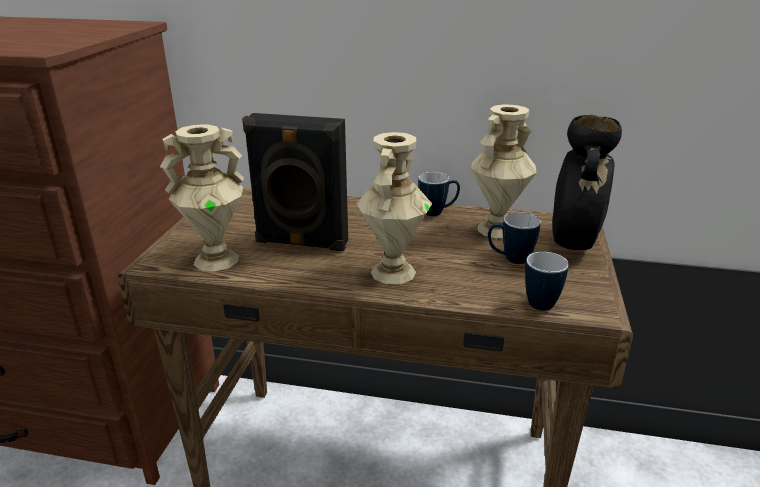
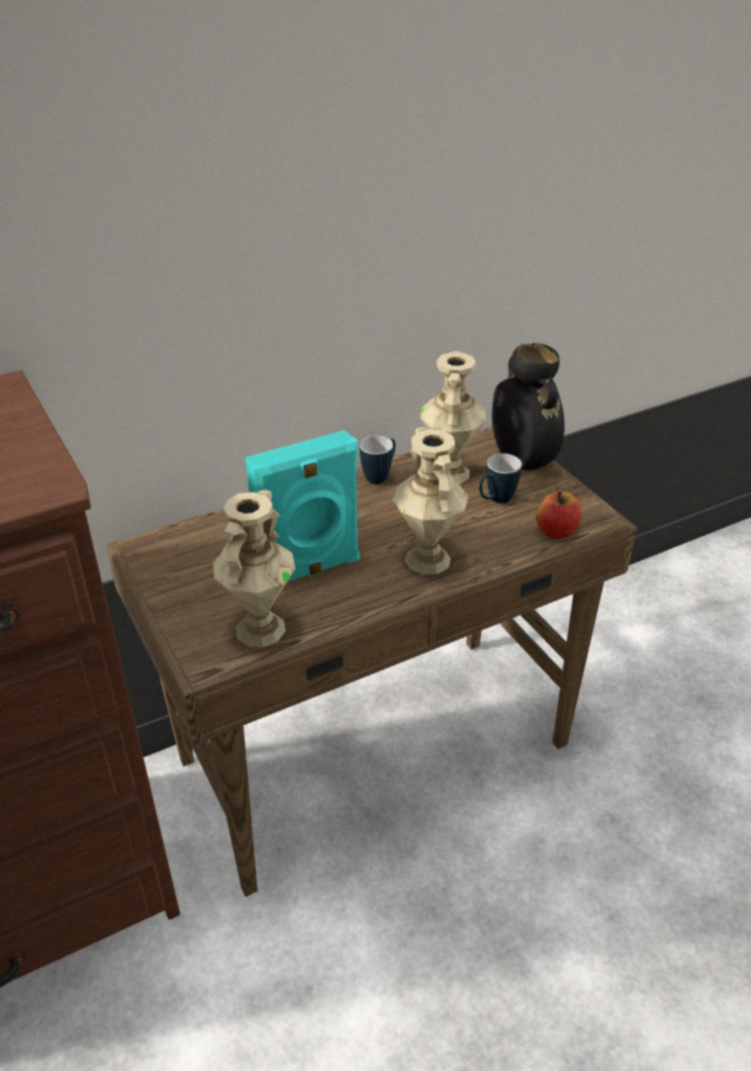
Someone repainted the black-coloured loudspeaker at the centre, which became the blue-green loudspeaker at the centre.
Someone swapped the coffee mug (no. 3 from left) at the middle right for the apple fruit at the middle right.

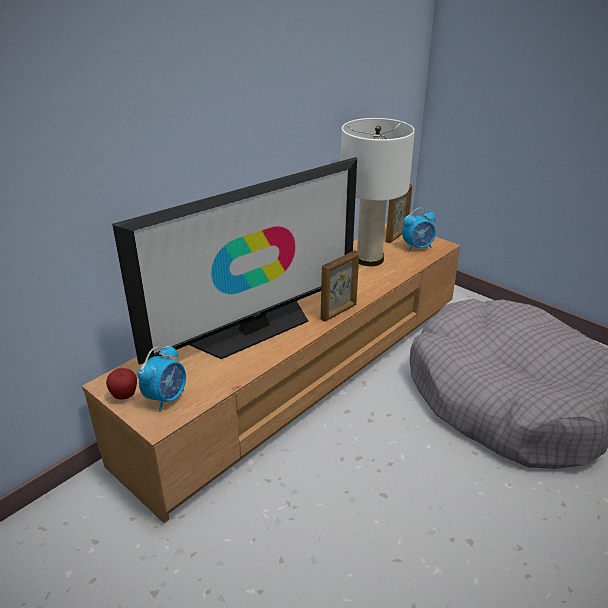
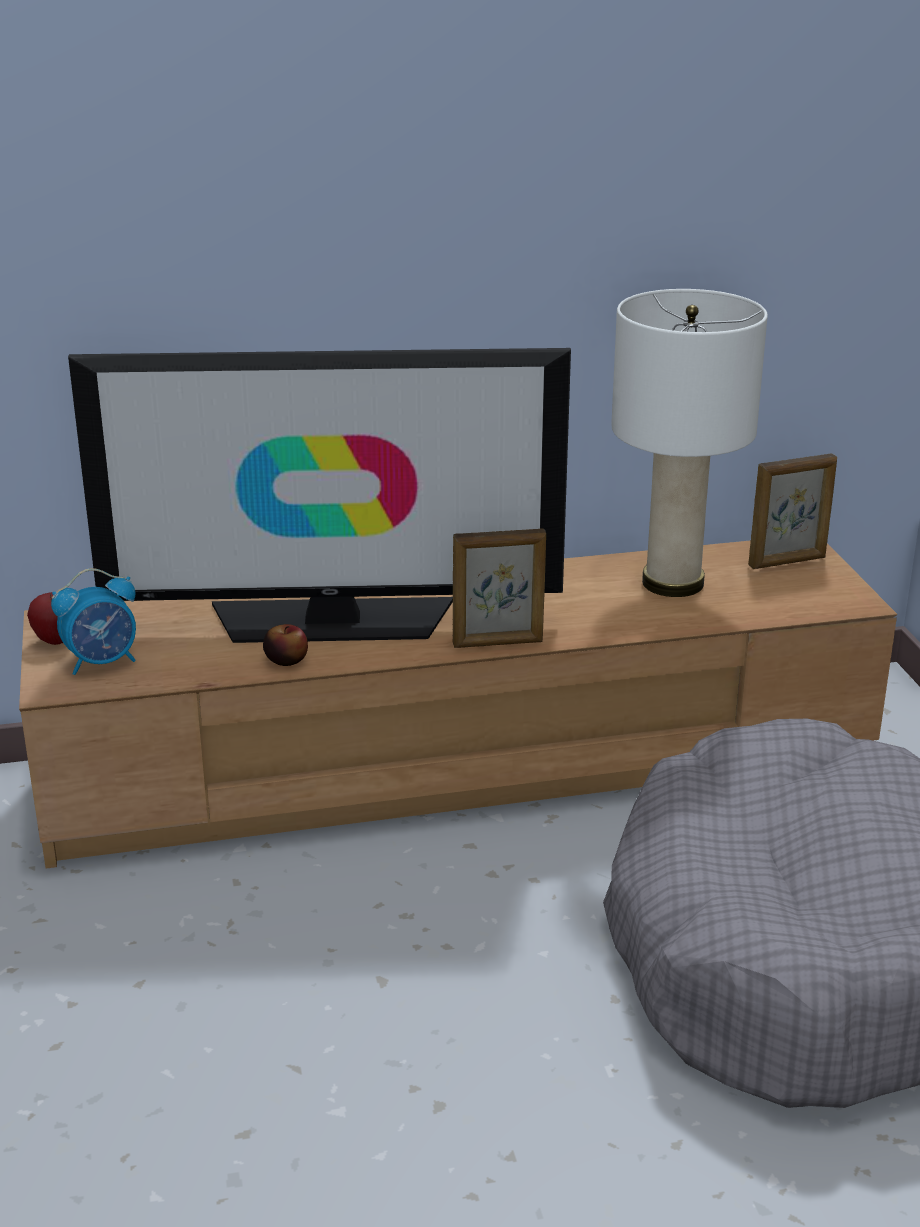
Someone took away the alarm clock (no. 2 from left) at the middle right.
Someone put down the apple fruit (no. 2 from left) at the middle left.

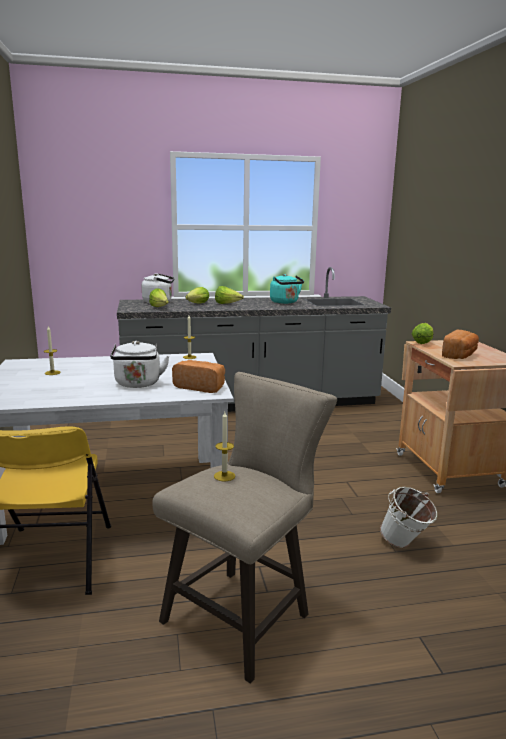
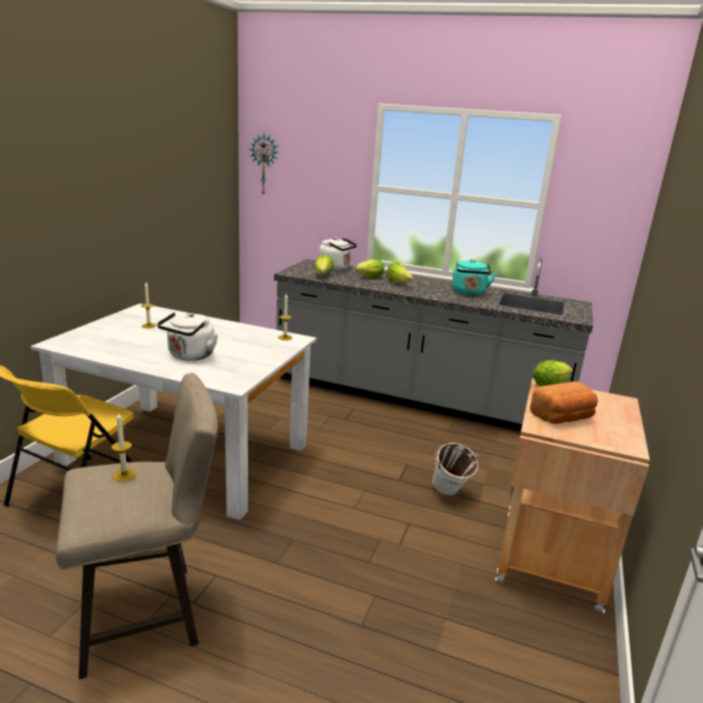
Someone took away the baked bread (no. 1 from left) at the centre.
Someone carried the white bucket from the bottom right to the bottom centre.
Someone put up the hanging clock at the top centre.

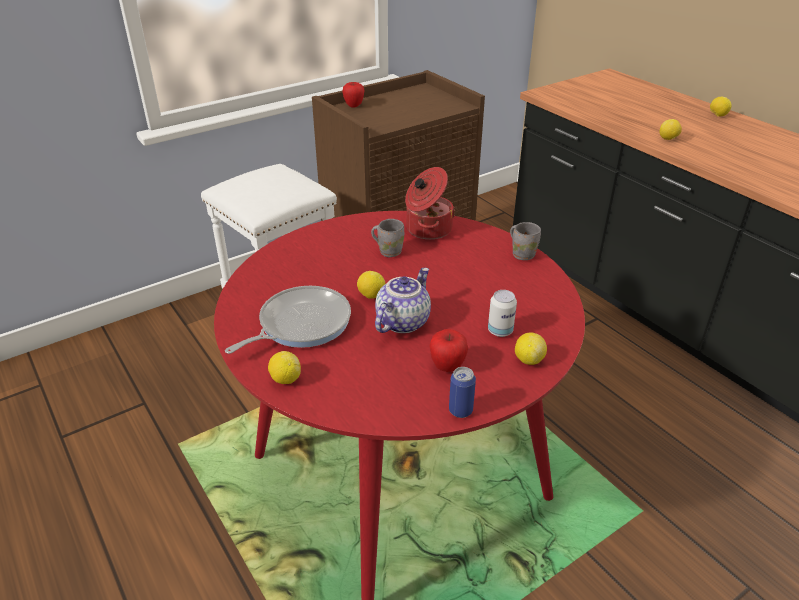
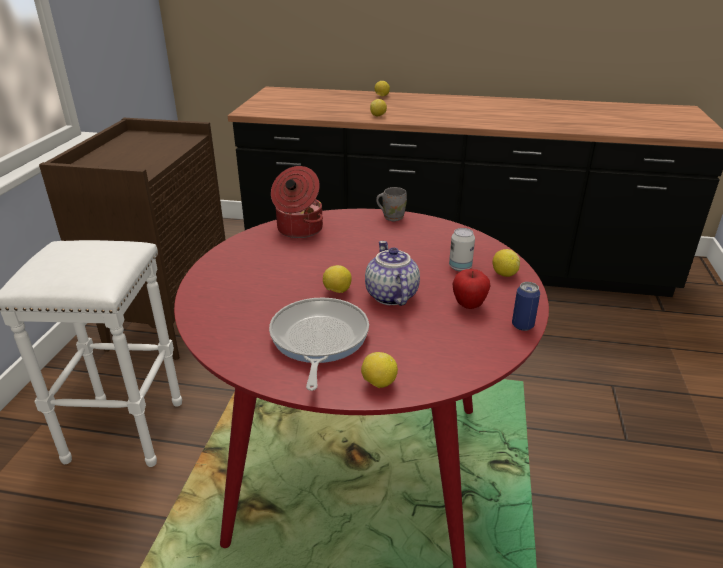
Someone took away the apple fruit (no. 1 from left) at the top centre.
Someone took away the gray coffee mug (no. 1 from left) at the centre.

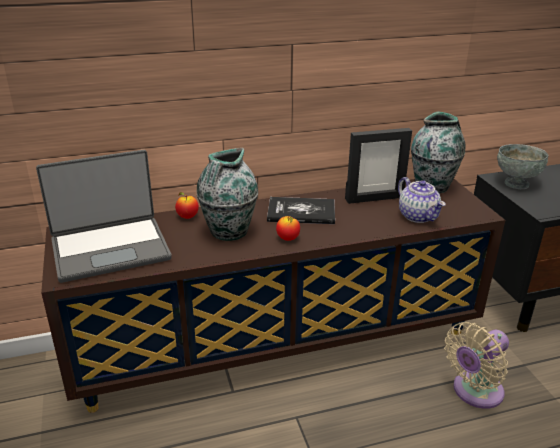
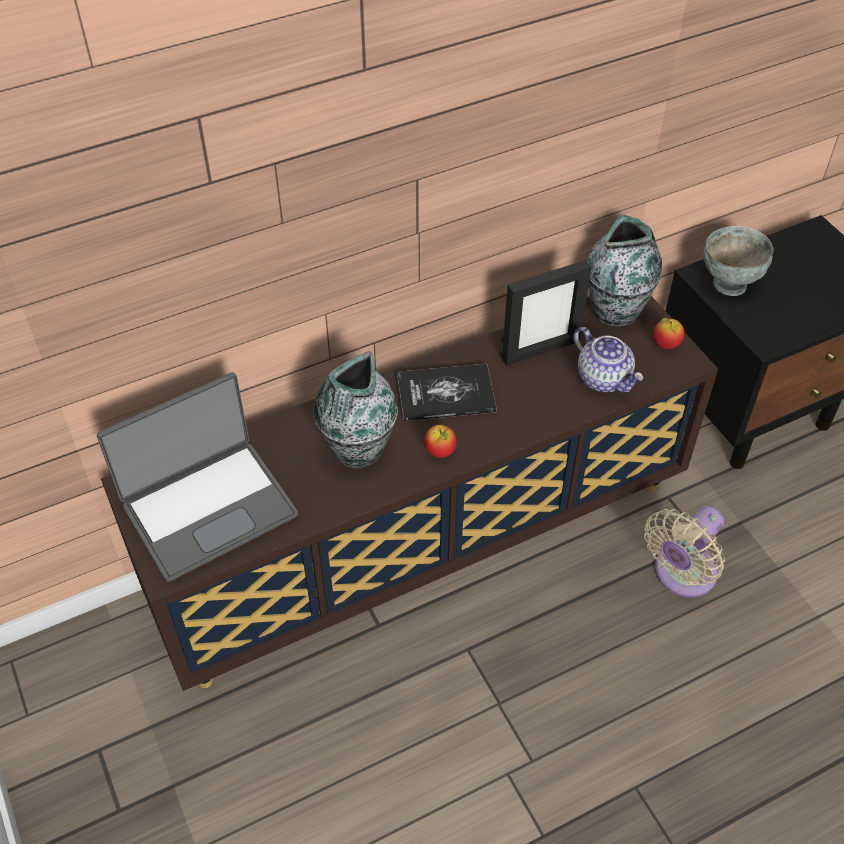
Someone carried the apple fruit (no. 1 from left in the first image) from the centre to the middle right.

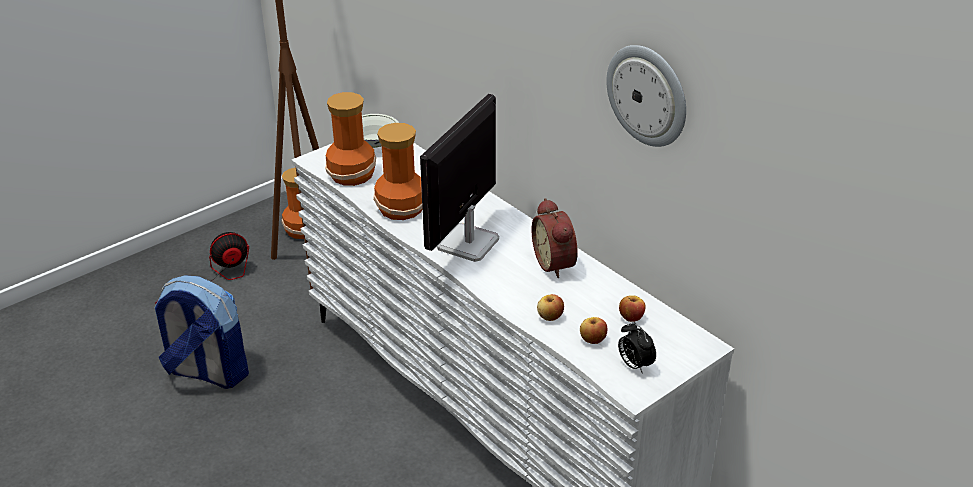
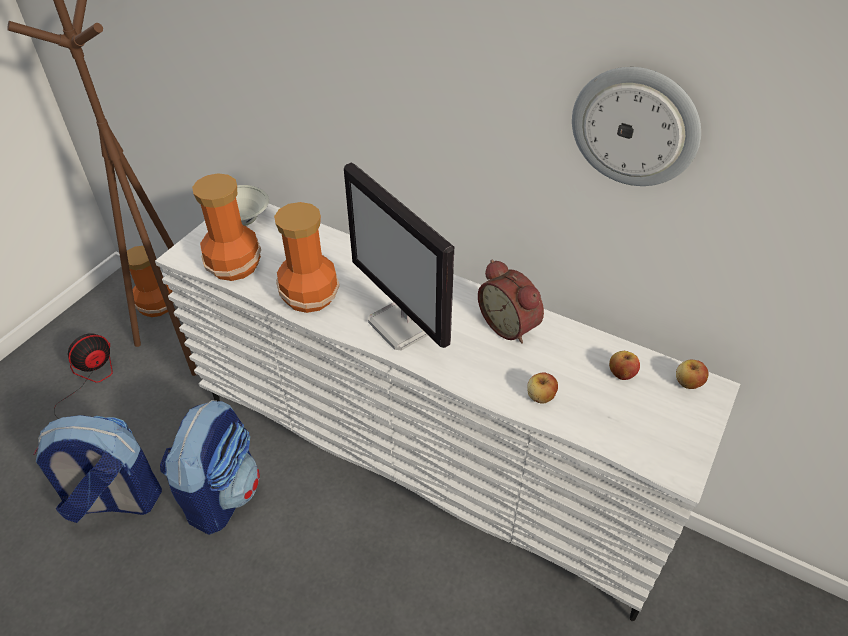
Someone rotated the computer display at the centre by 45 degrees counterclockwise.
Someone carried the apple fruit (no. 2 from left in the first image) from the bottom centre to the middle right.
Someone took away the alarm clock (no. 2 from left) at the bottom centre.
Someone put down the rucksack (no. 2 from left) at the bottom left.

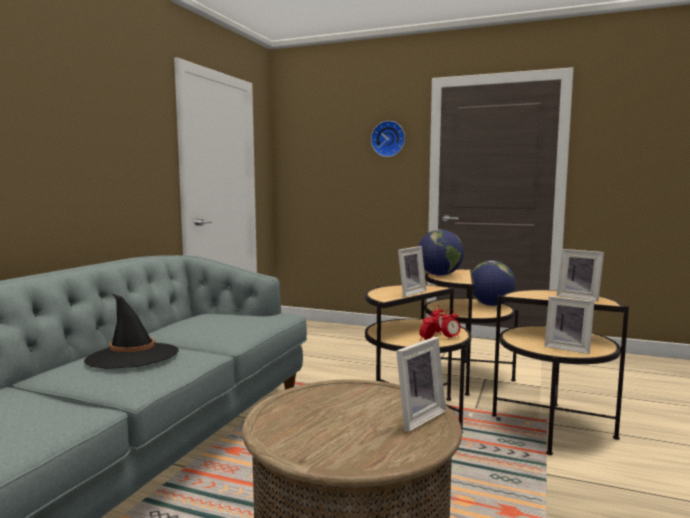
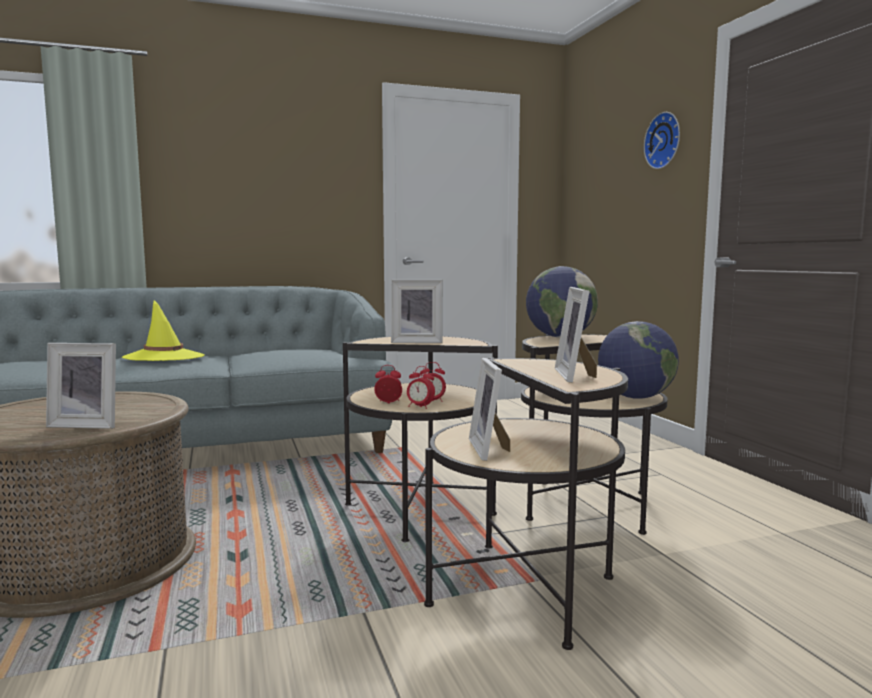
Someone repainted the black-coloured hat at the middle left, which became the yellowish hat at the middle left.

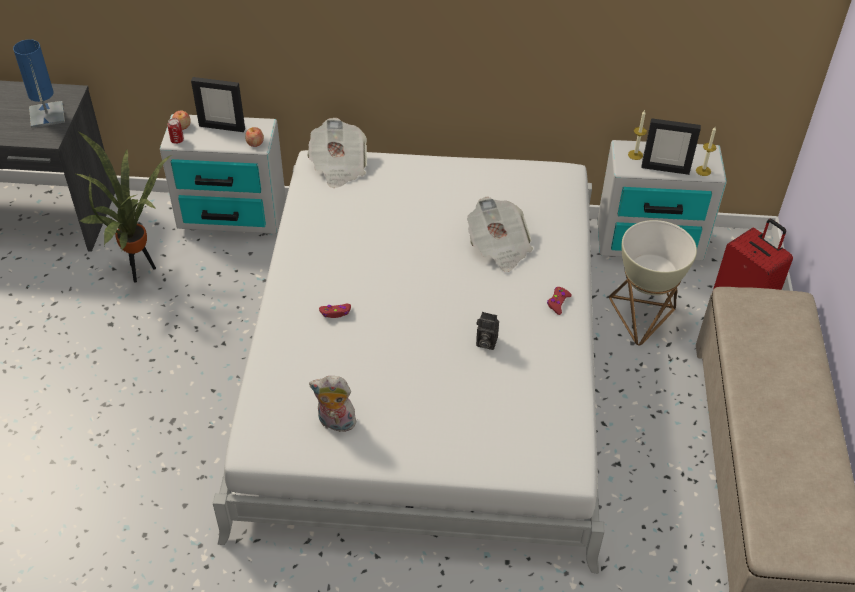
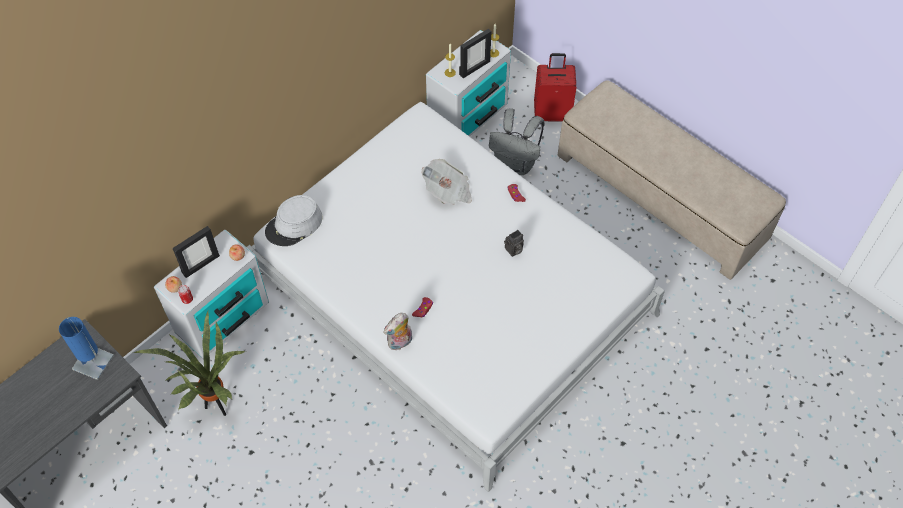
Someone swapped the daily paper (no. 1 from left) at the top centre for the gray hat at the middle left.
Someone carried the cuddly toy from the bottom centre to the centre.
Someone swapped the planter at the middle right for the gray rucksack at the top centre.

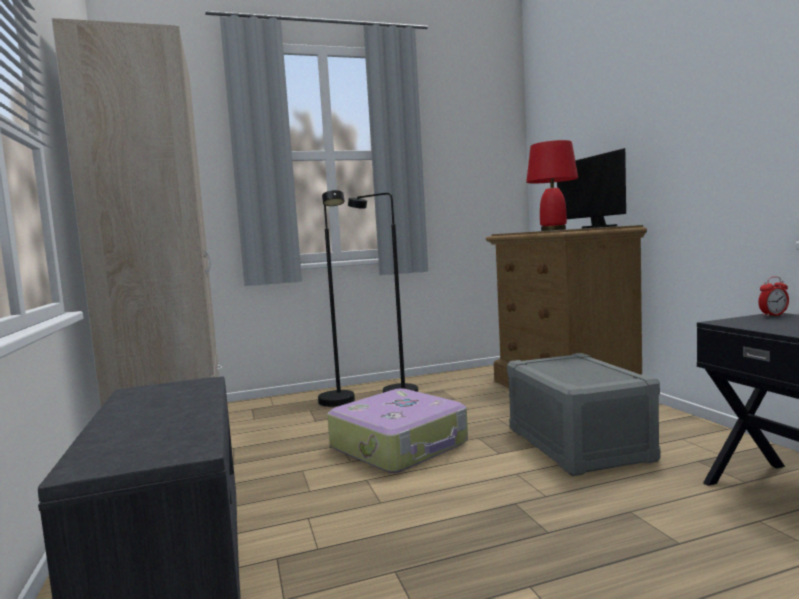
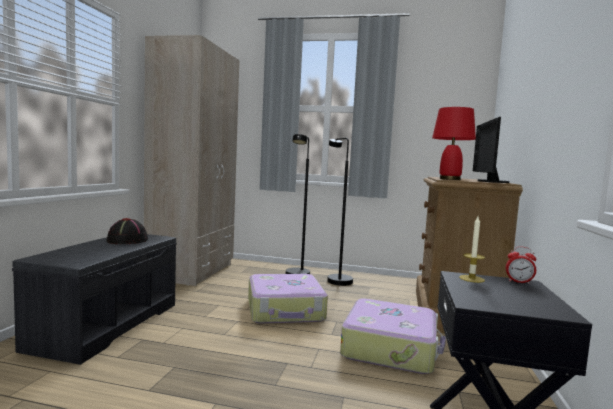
Someone swapped the gray storage bin at the bottom right for the travel case (no. 2 from left) at the bottom centre.
Someone put down the black-coloured hat at the middle left.
Someone put down the wax candle at the middle right.

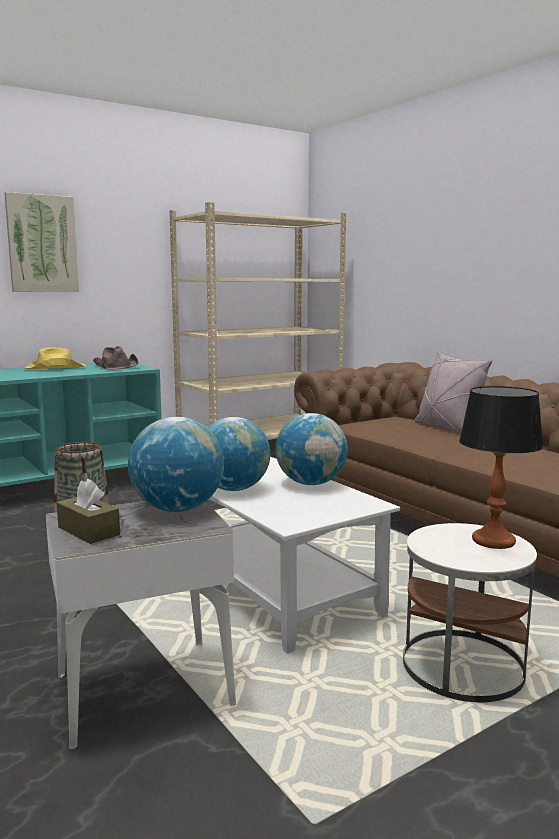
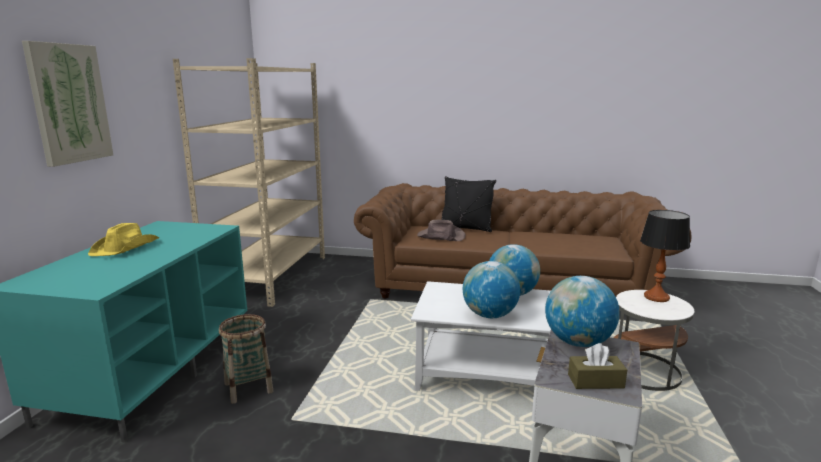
Someone carried the brownish hat from the middle left to the centre.
Someone repainted the purple-coloured throw pillow at the middle right, which became the black-coloured throw pillow at the centre.

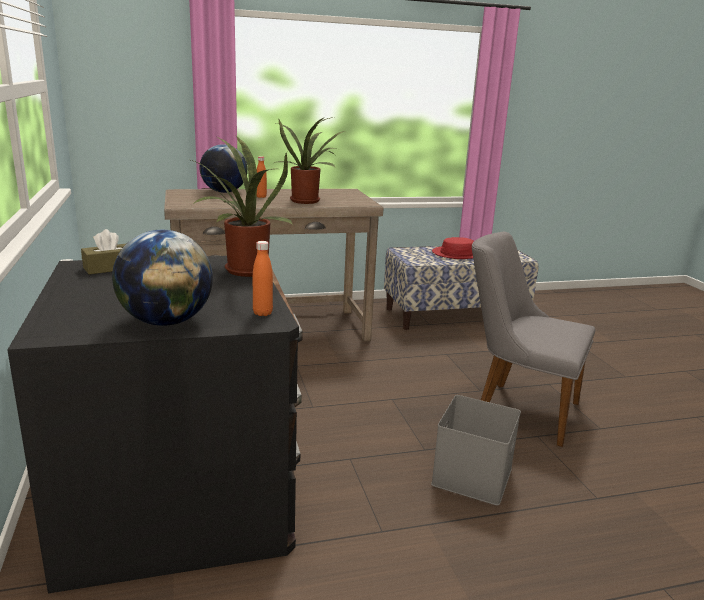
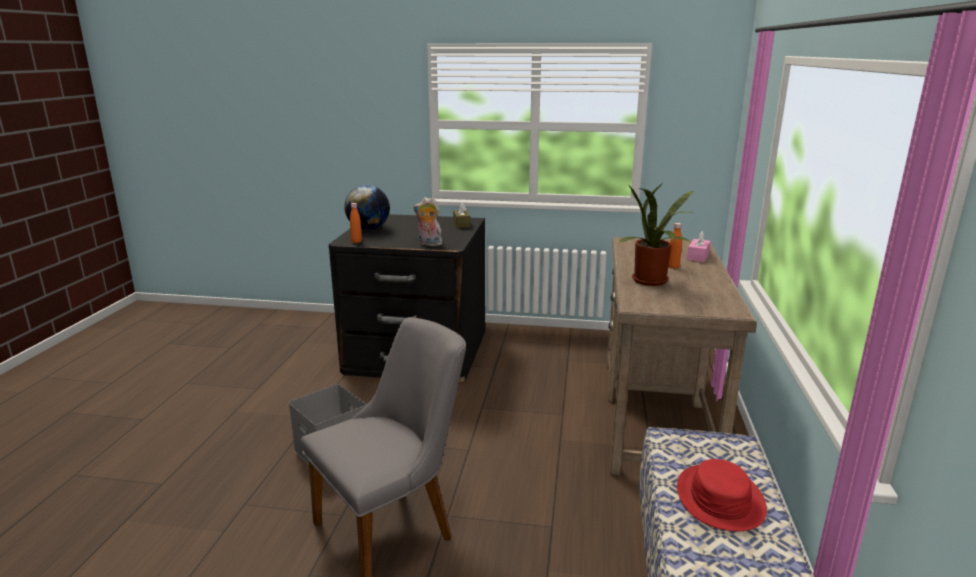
Someone swapped the plant in a pot (no. 1 from left) at the centre for the cuddly toy at the centre.
Someone swapped the desk globe (no. 2 from left) at the top left for the pink-coloured box of tissues at the middle right.

